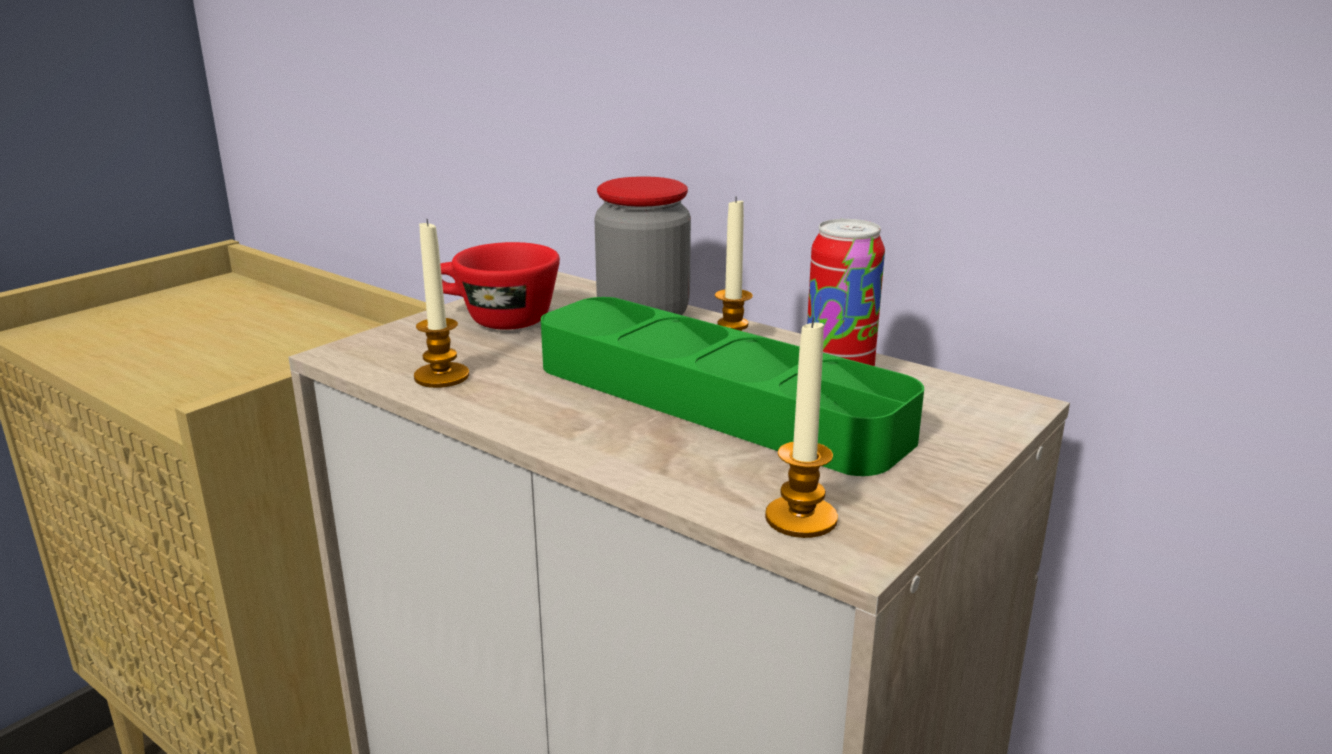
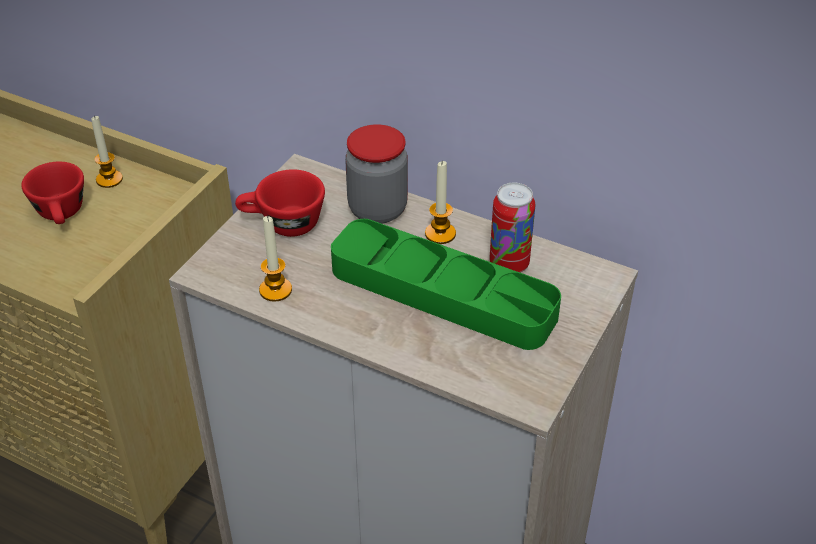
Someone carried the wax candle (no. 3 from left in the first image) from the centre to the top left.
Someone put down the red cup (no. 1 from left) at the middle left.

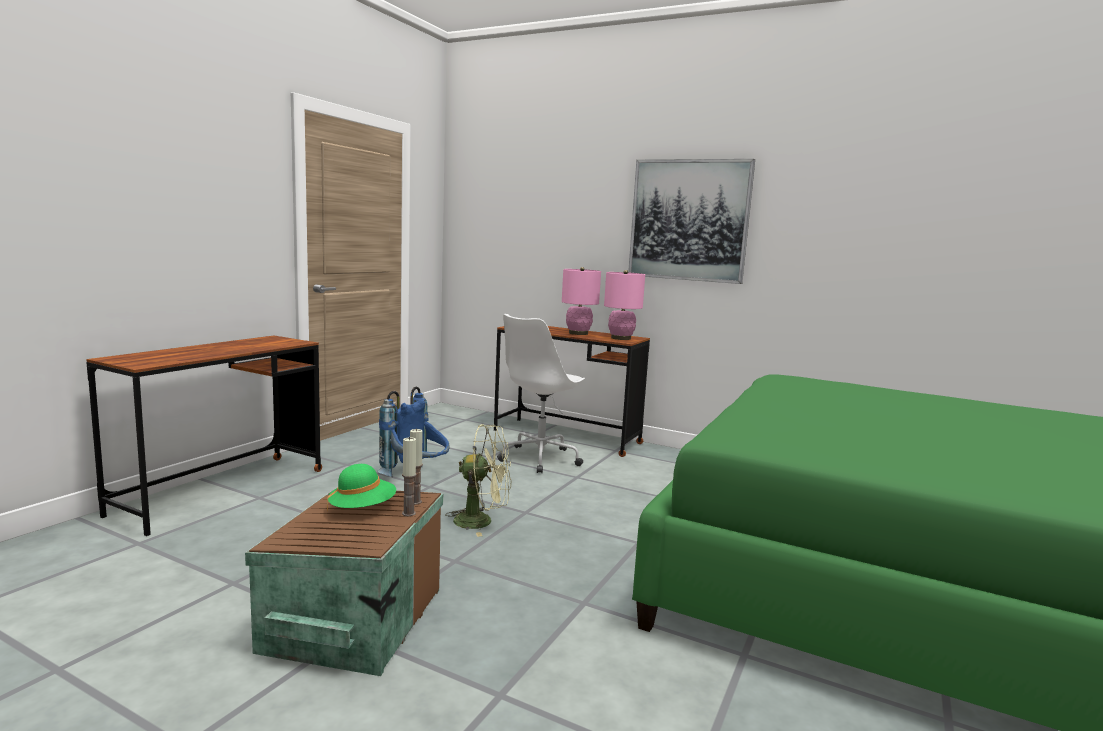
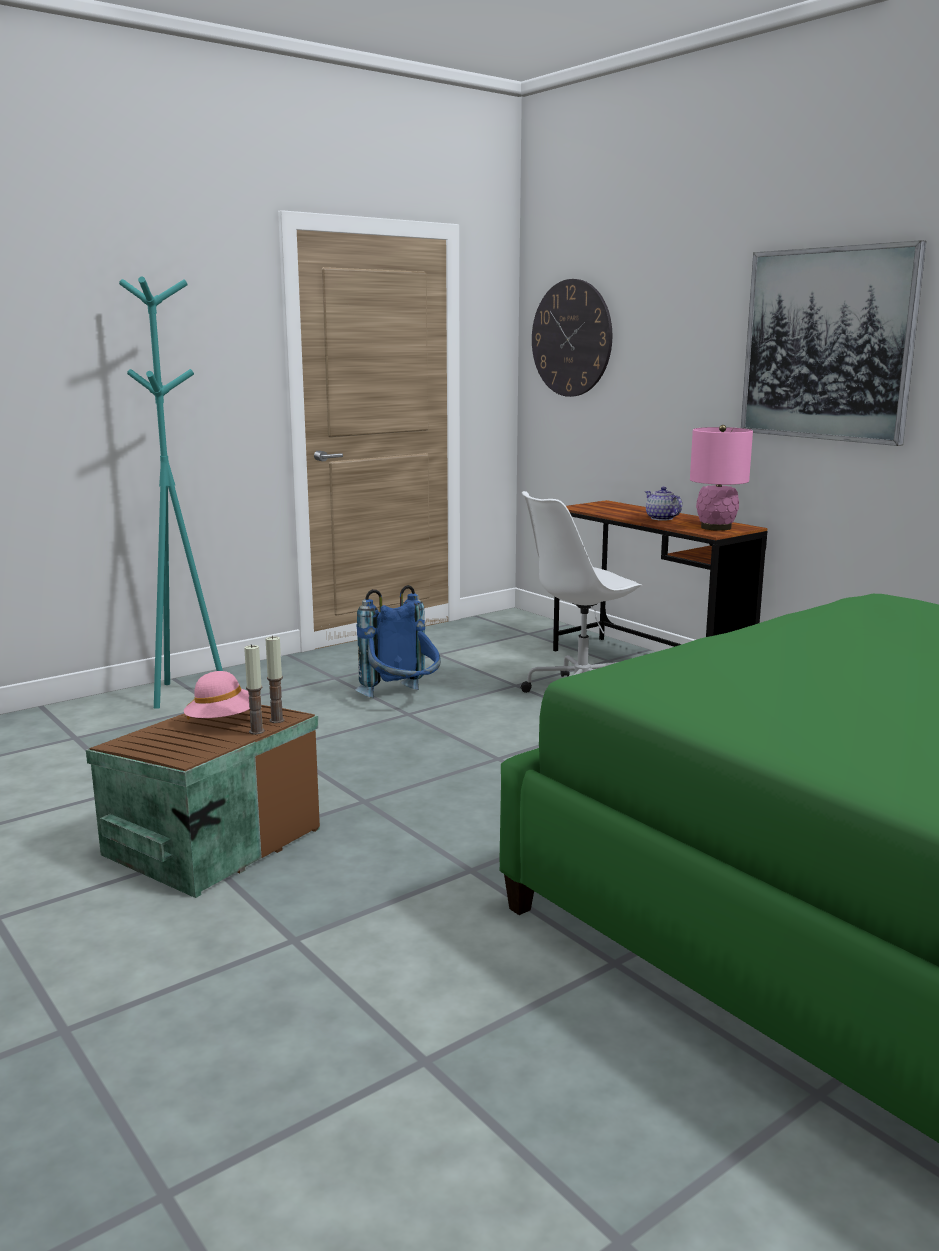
Someone swapped the brownish desk unit (no. 1 from left) at the middle left for the blue-green clothes rack at the middle left.
Someone repainted the green hat at the middle left, which became the pink-coloured hat at the middle left.
Someone took away the green electric fan at the centre.
Someone swapped the pink-coloured table lamp (no. 1 from left) at the centre for the teapot at the middle right.
Someone put up the hanging clock at the top centre.

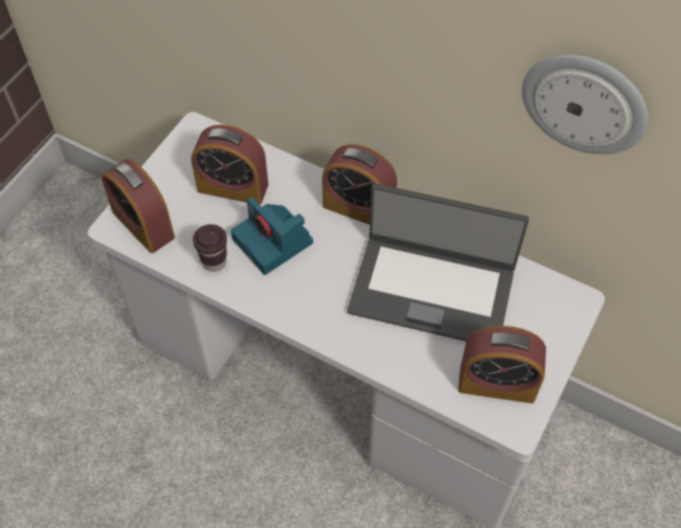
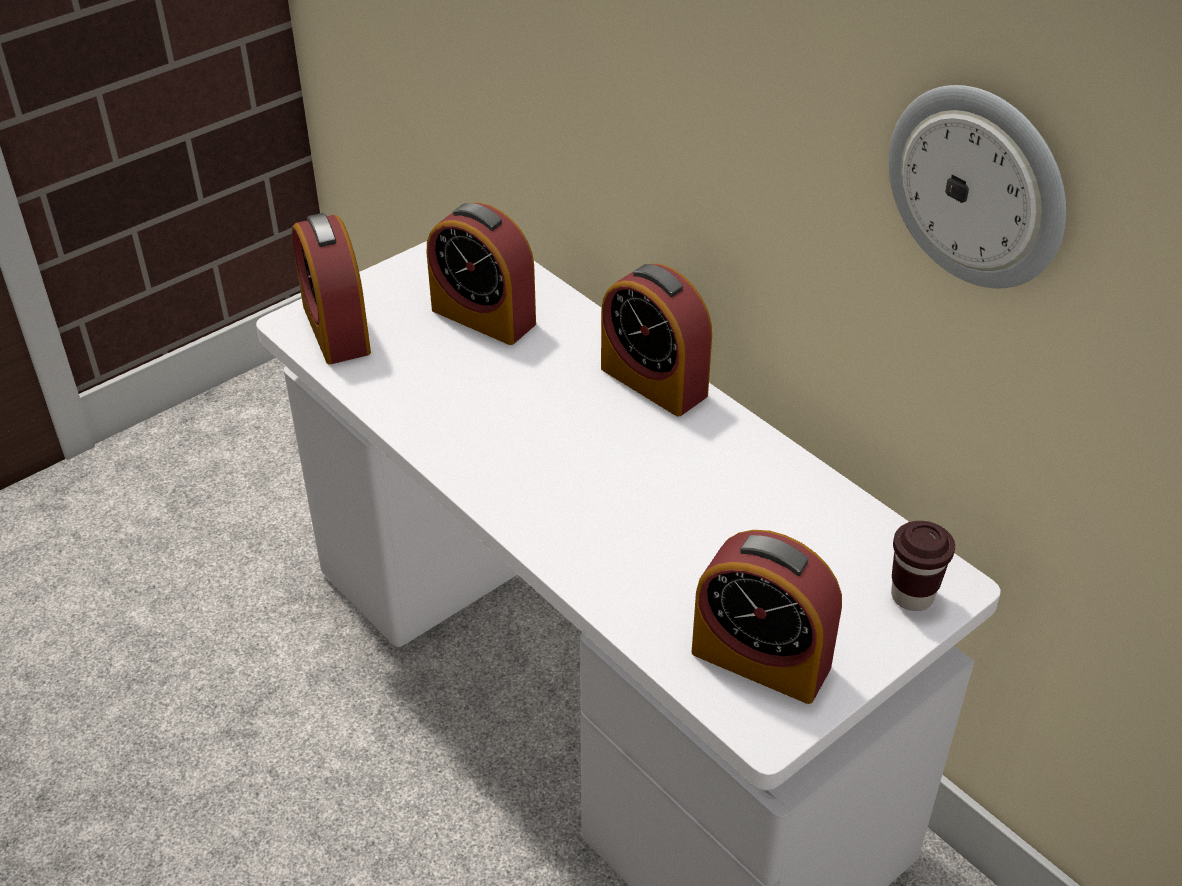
Someone carried the brownish cup from the middle left to the middle right.
Someone took away the still camera at the centre.
Someone took away the portable computer at the centre.

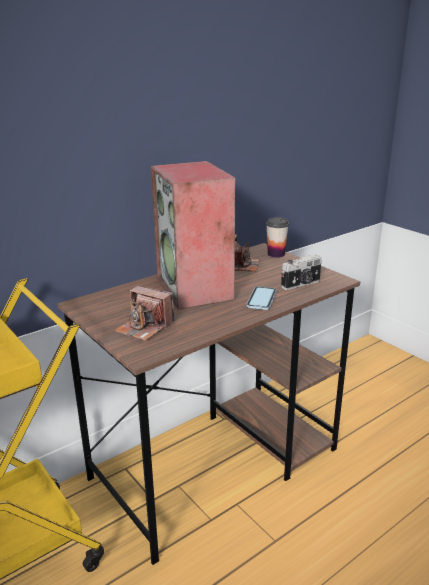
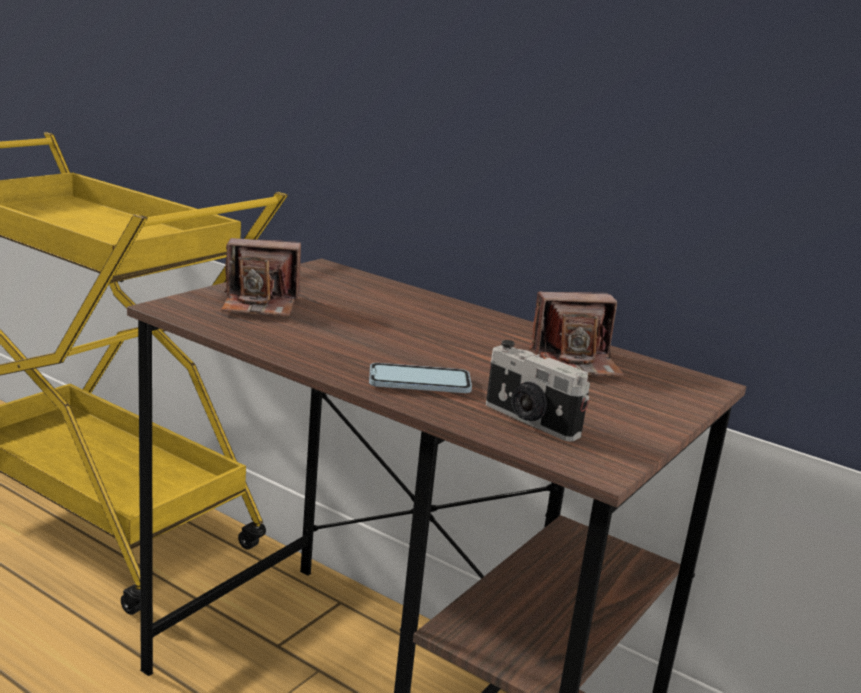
Someone rotated the still camera (no. 1 from left) at the centre by 105 degrees counterclockwise.
Someone took away the loudspeaker at the centre.
Someone took away the cup at the centre.

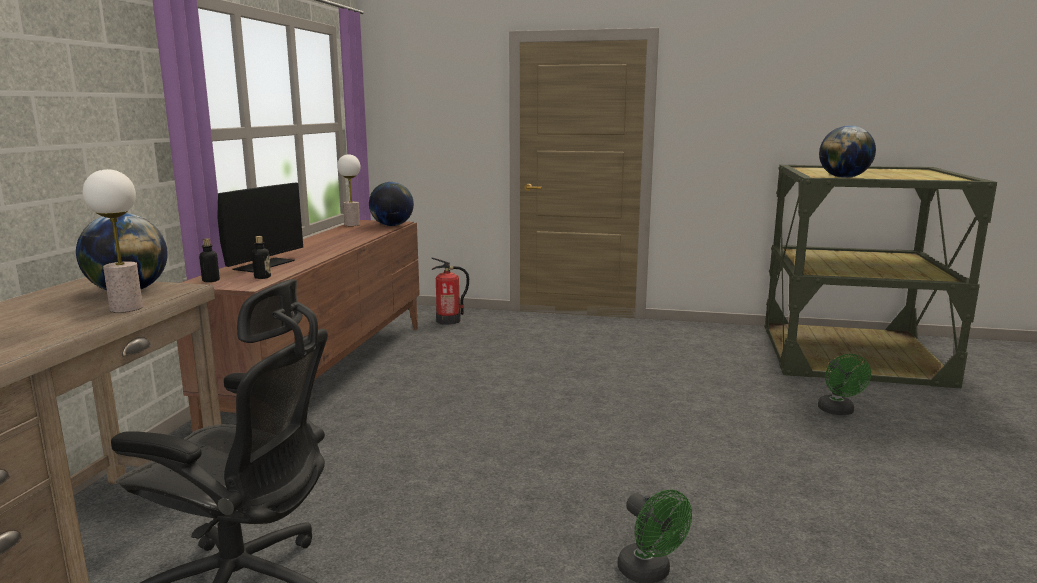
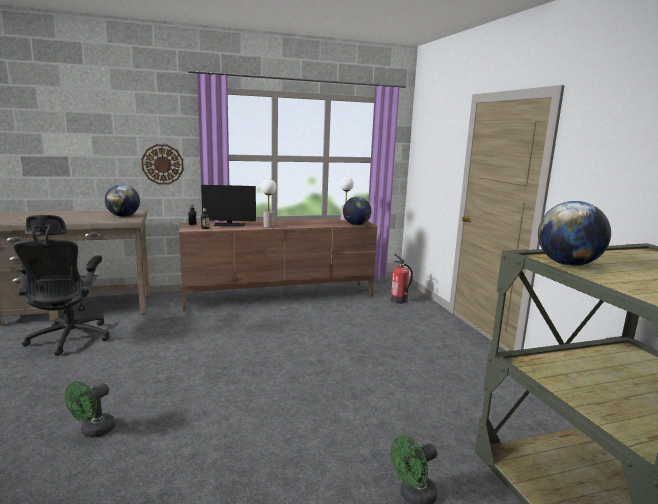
Someone carried the table lamp (no. 1 from left) from the middle left to the centre.
Someone put up the hanging clock at the top left.

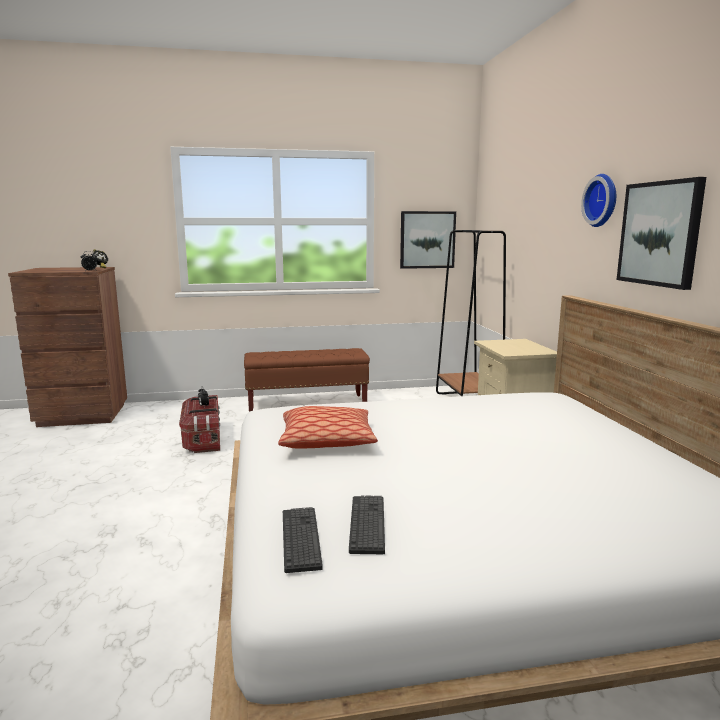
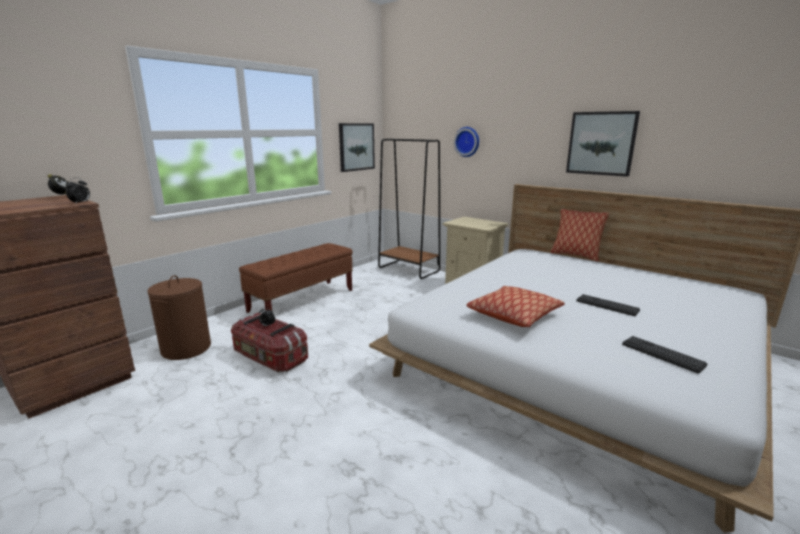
Someone carried the computer keyboard (no. 1 from left) from the bottom centre to the middle right.
Someone carried the hanging clock from the top right to the top centre.
Someone put down the brownish hamper at the middle left.
Someone put down the throw pillow (no. 2 from left) at the middle right.

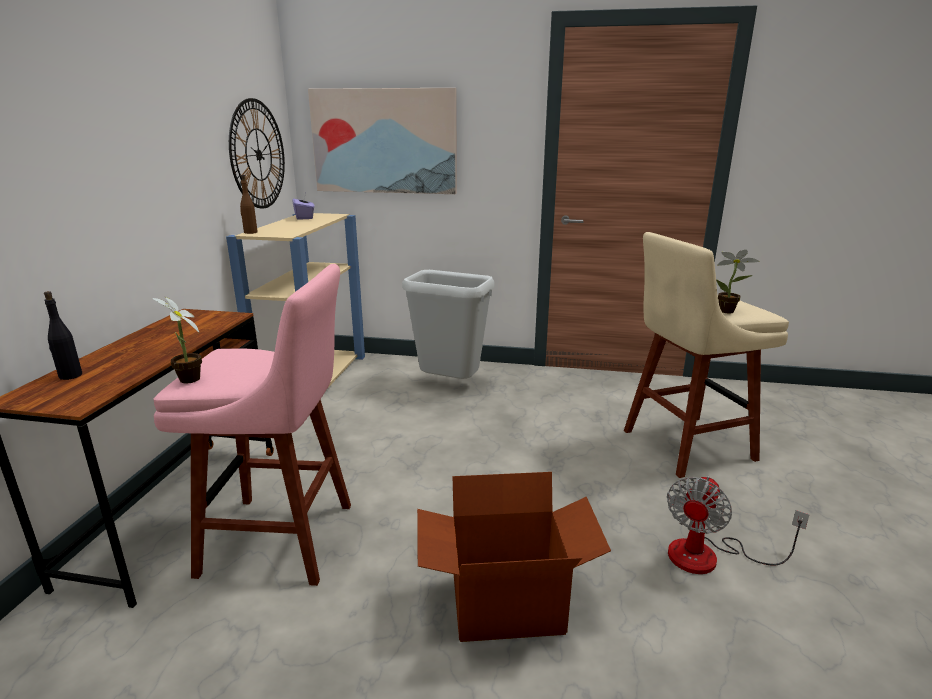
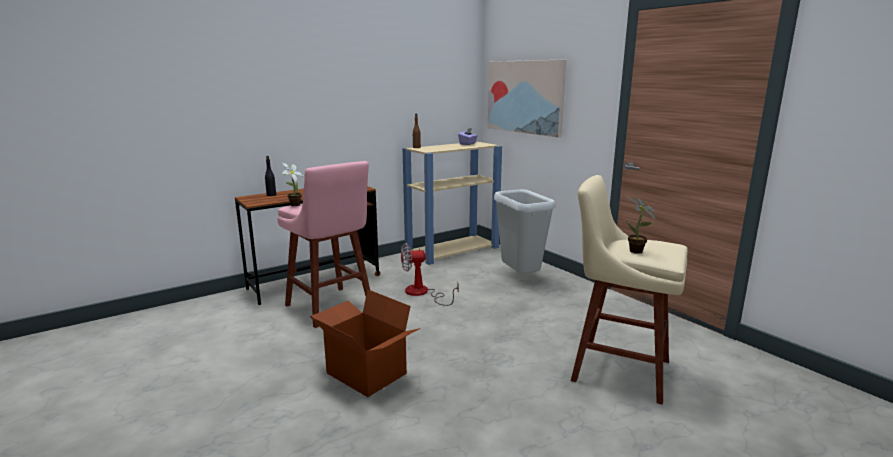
Someone took away the hanging clock at the top left.
Someone carried the electric fan from the bottom right to the centre.

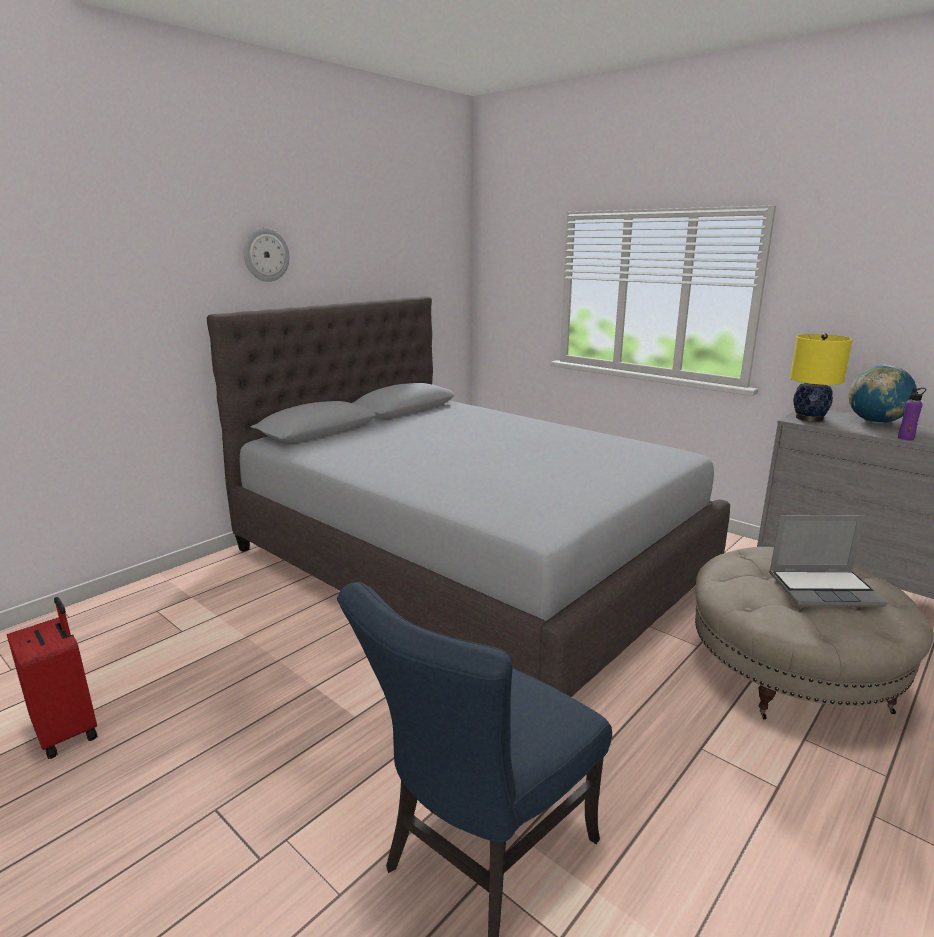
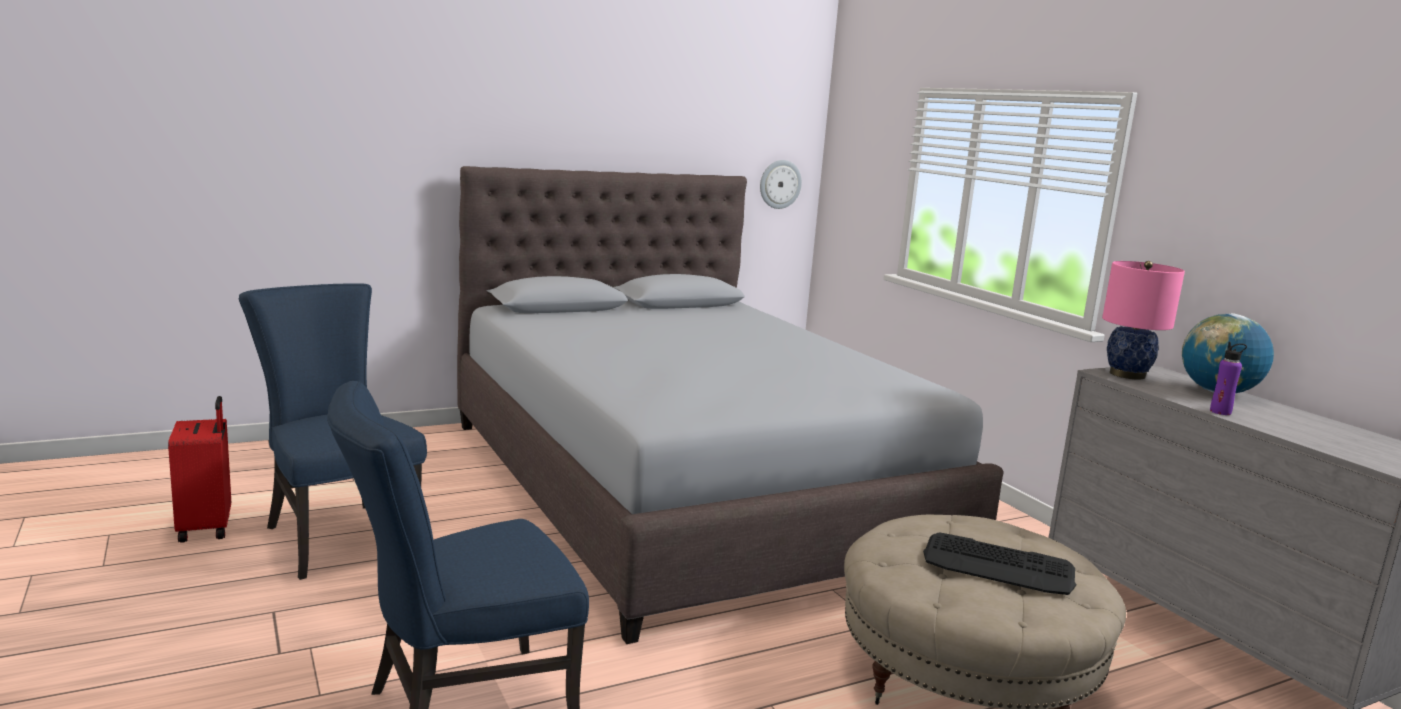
Someone carried the hanging clock from the top left to the top centre.
Someone swapped the portable computer at the middle right for the computer keyboard at the bottom right.
Someone repainted the yellowish table lamp at the middle right, which became the pink-coloured table lamp at the middle right.
Someone put down the blue plain chair (no. 1 from left) at the middle left.

